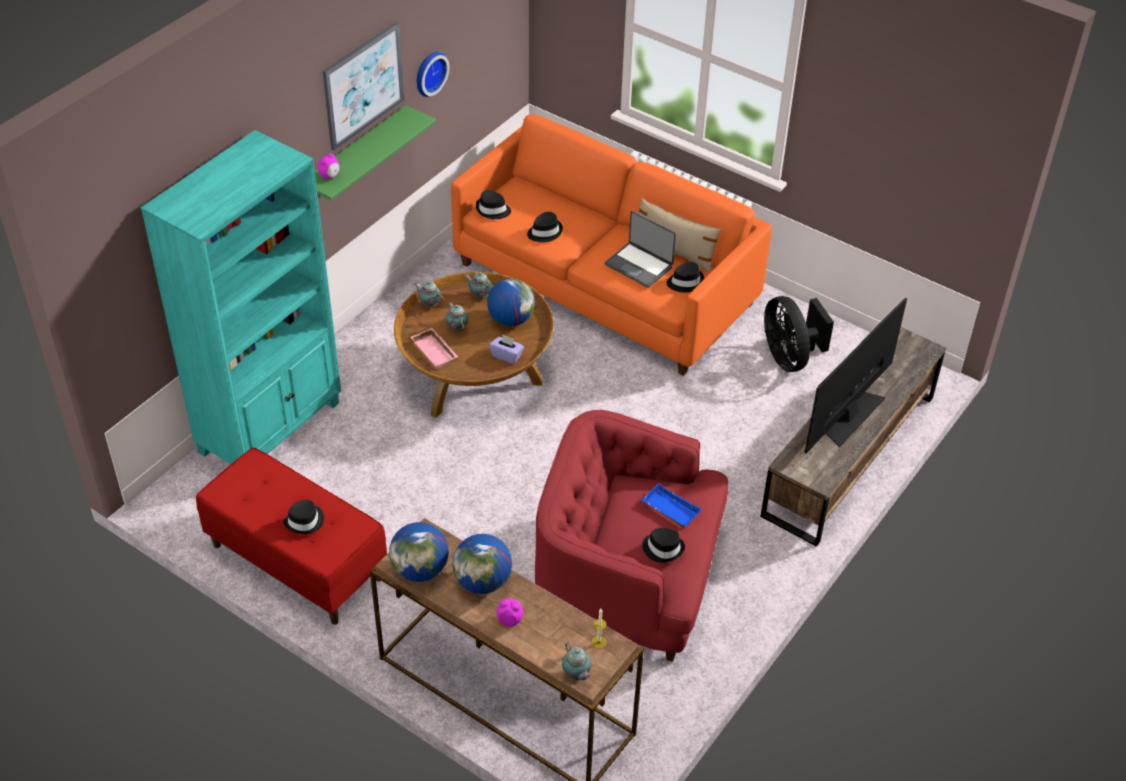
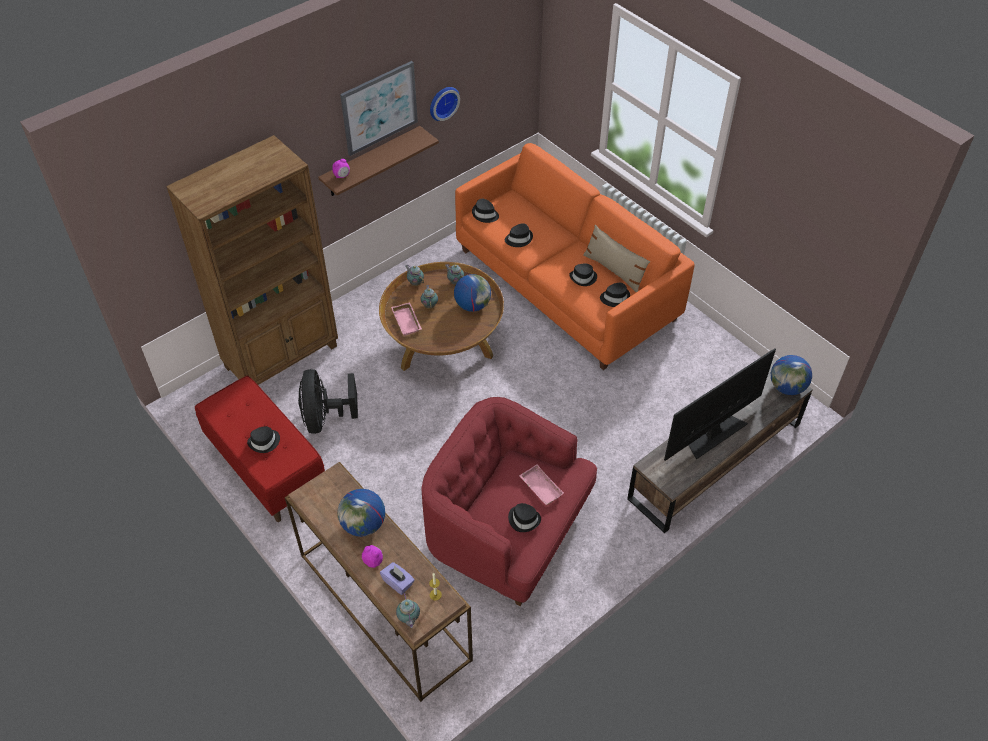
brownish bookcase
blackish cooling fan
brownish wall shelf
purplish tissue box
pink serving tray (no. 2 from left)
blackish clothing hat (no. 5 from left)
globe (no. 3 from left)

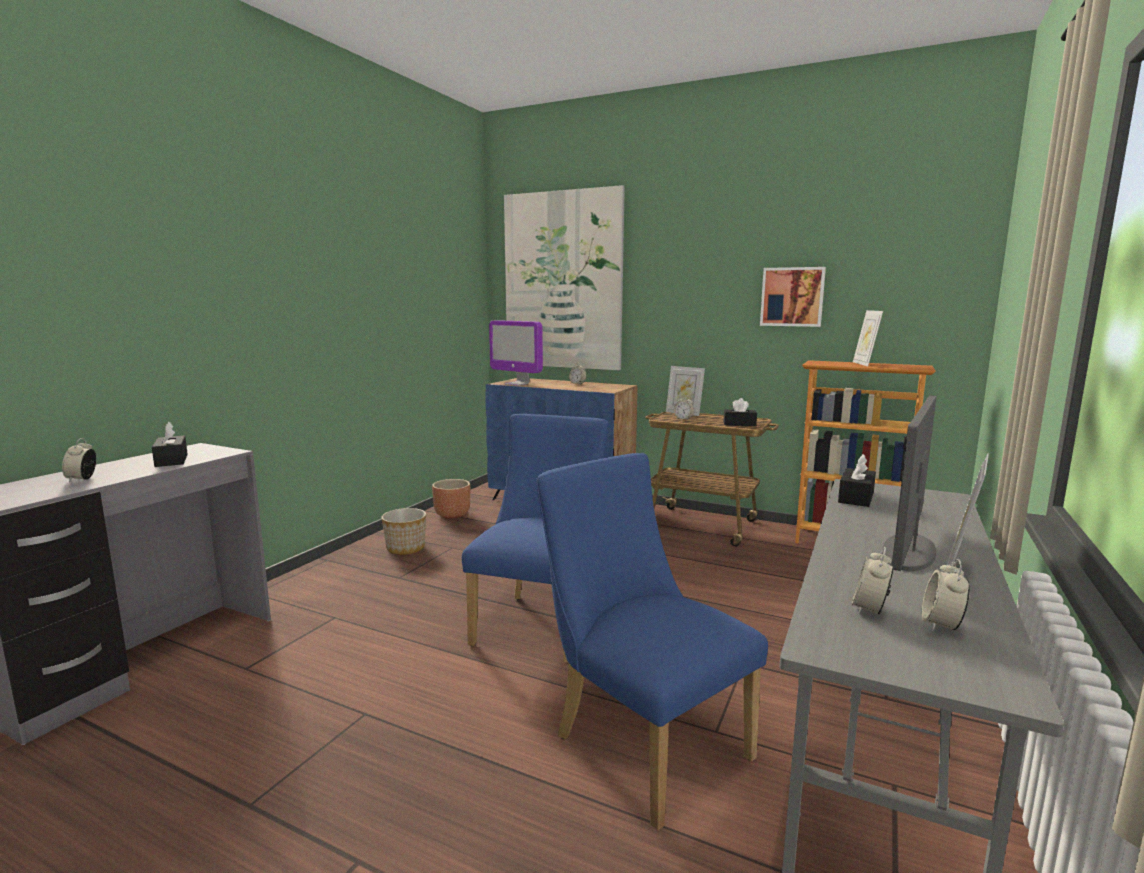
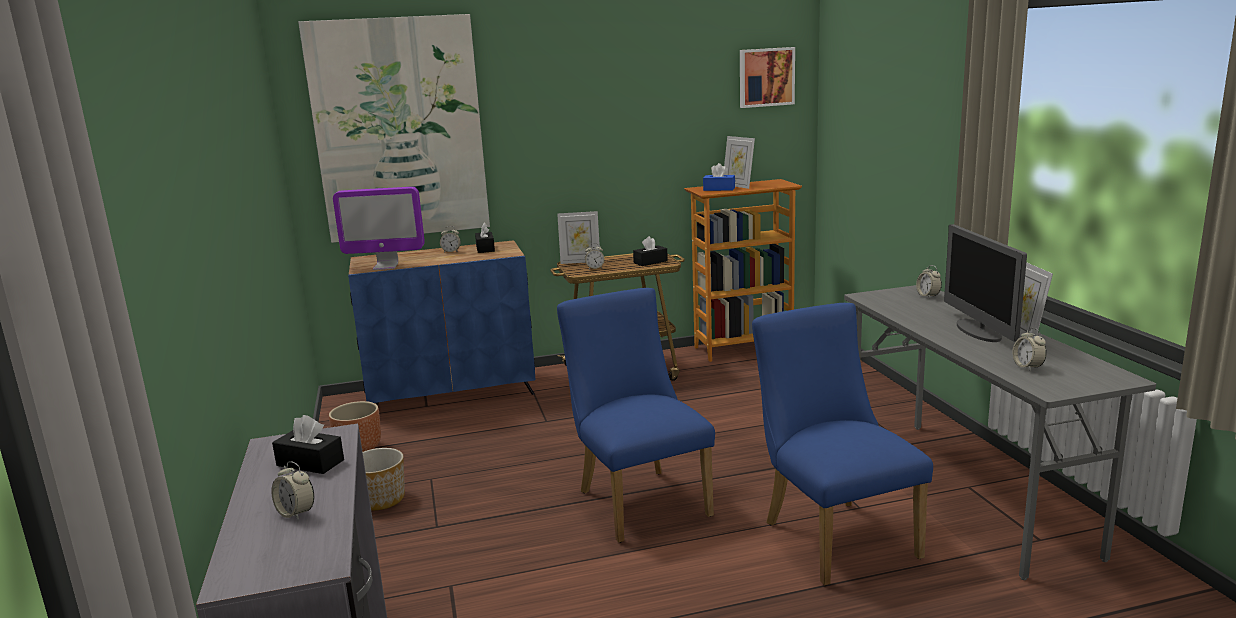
blackish tissue box (no. 2 from left)
blue-coloured tissue box
wall art (no. 2 from left)
blue-coloured chair (no. 2 from left)
table clock (no. 4 from left)

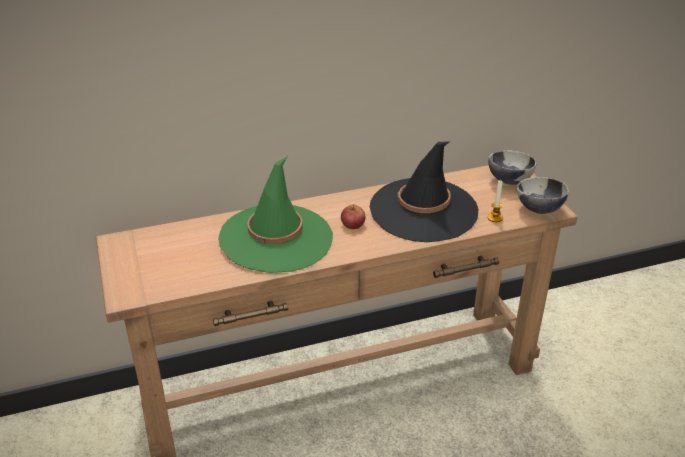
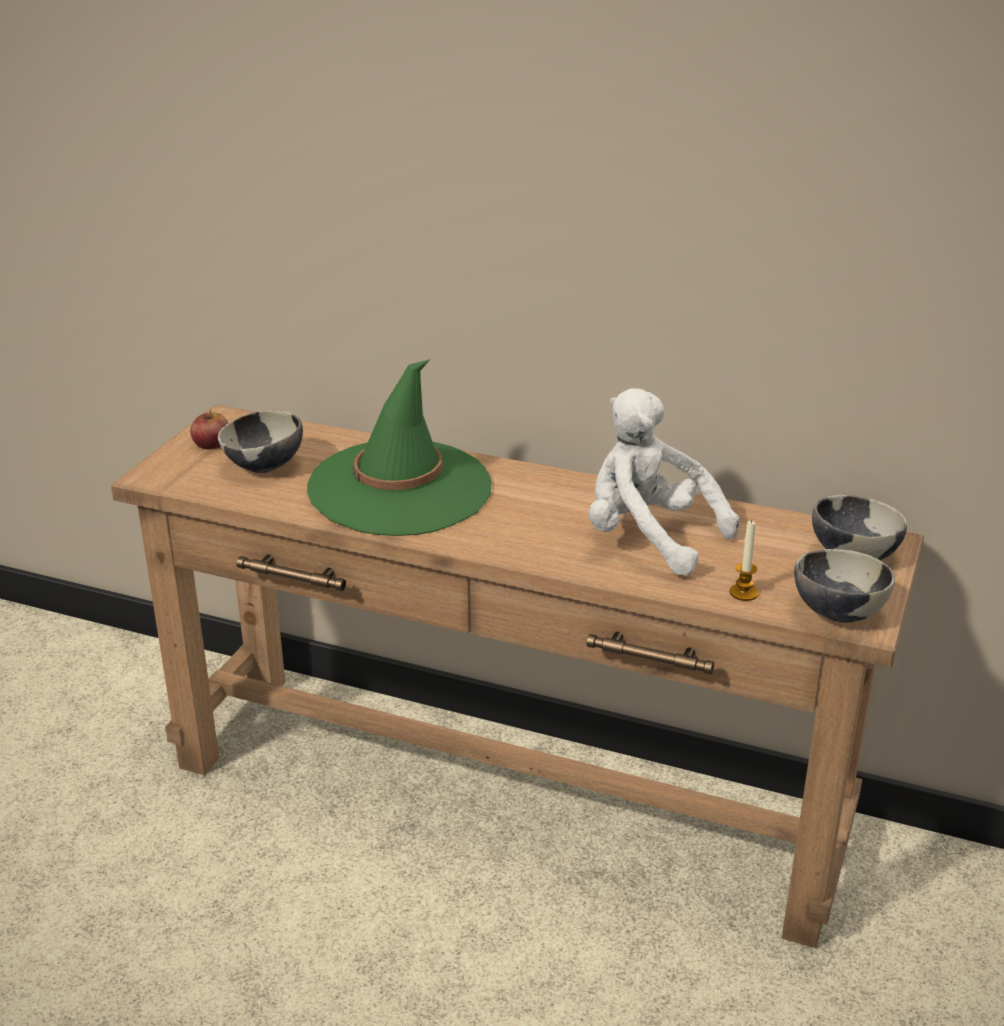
apple
serving bowl (no. 1 from left)
whitish cuddly toy

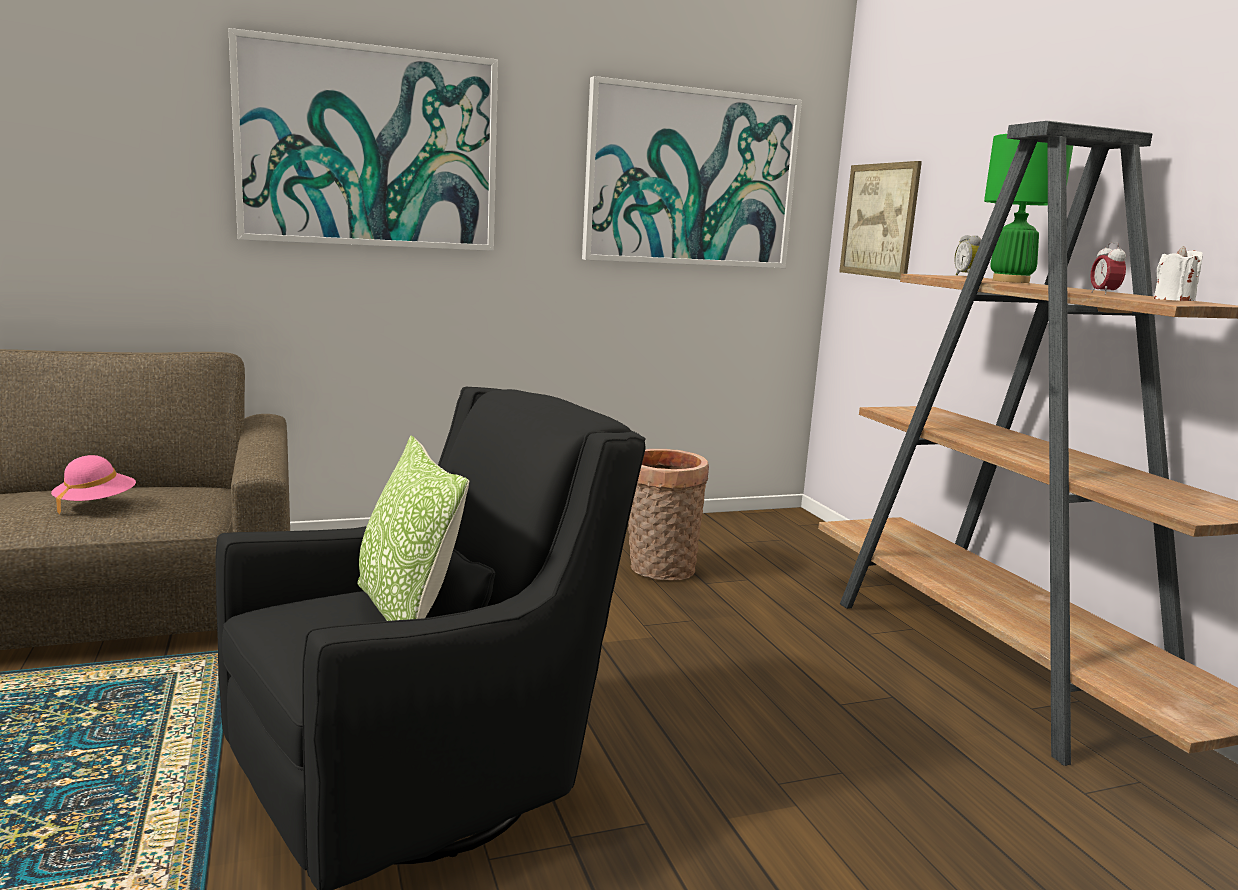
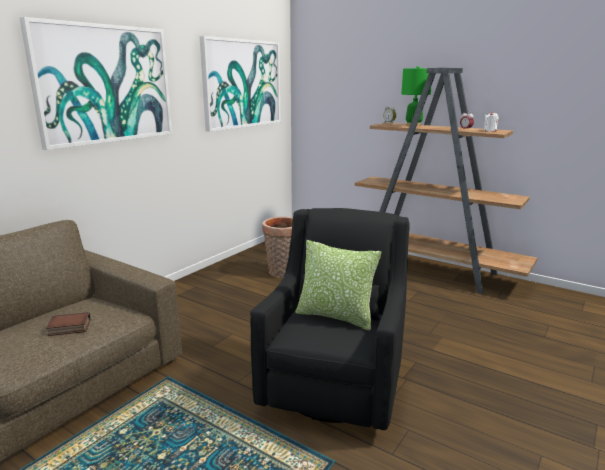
volume
wall art (no. 3 from left in the first image)

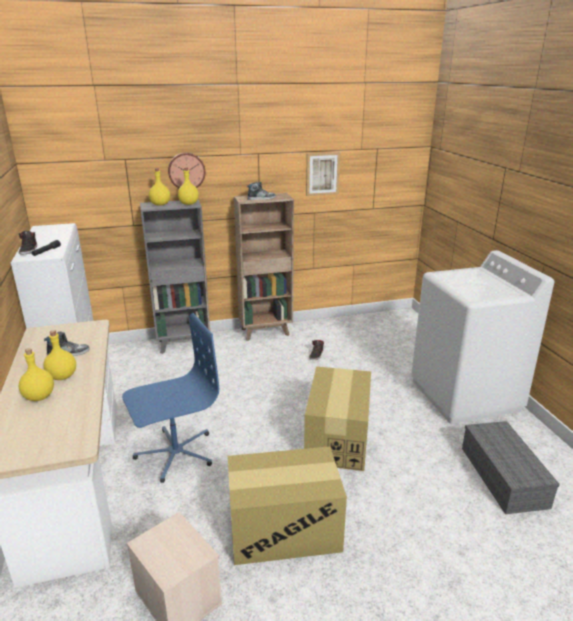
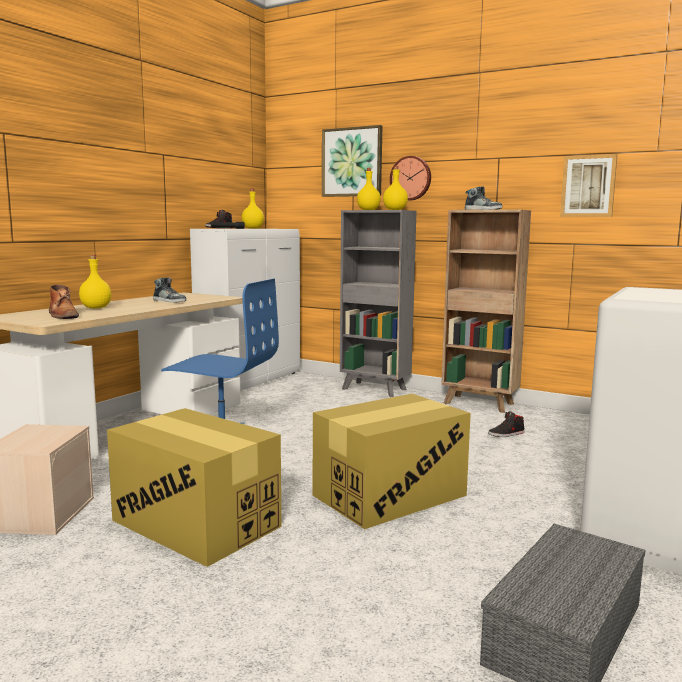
brownish tall boot
yellow-coloured bottle (no. 2 from left)
wall art (no. 1 from left)

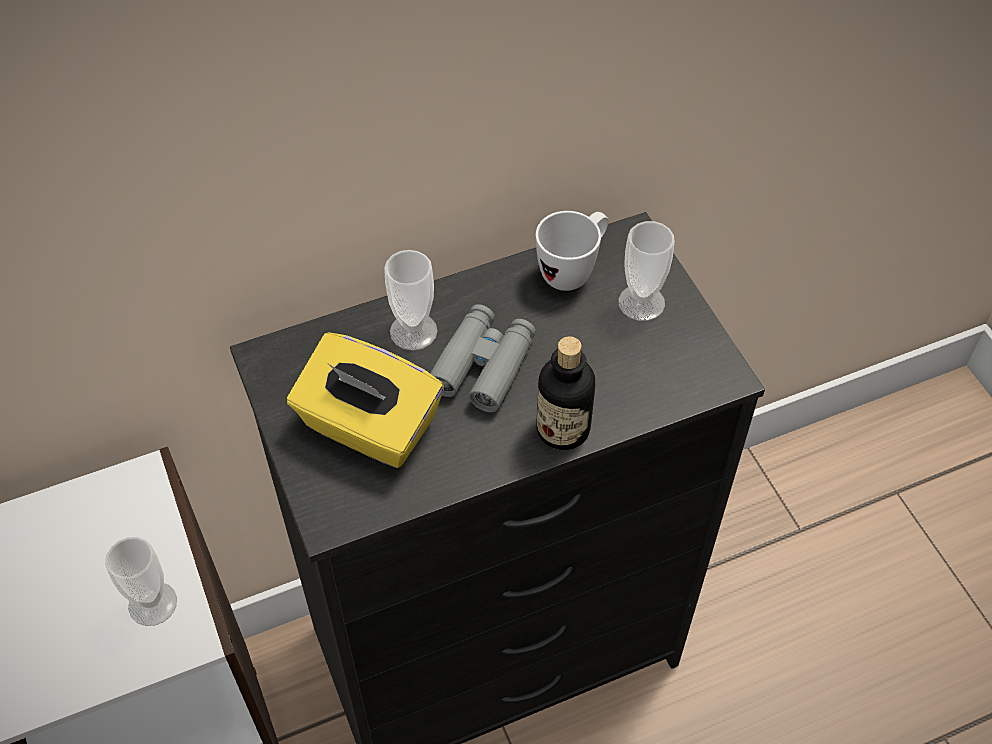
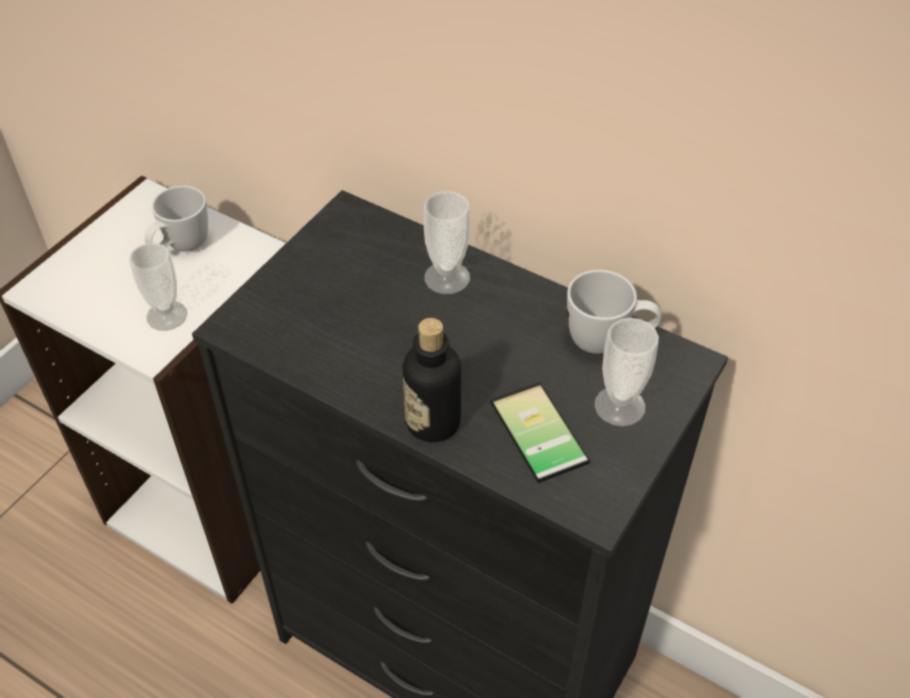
whitish coffee mug (no. 1 from left)
phone
yellow-coloured tissue box
gray binoculars

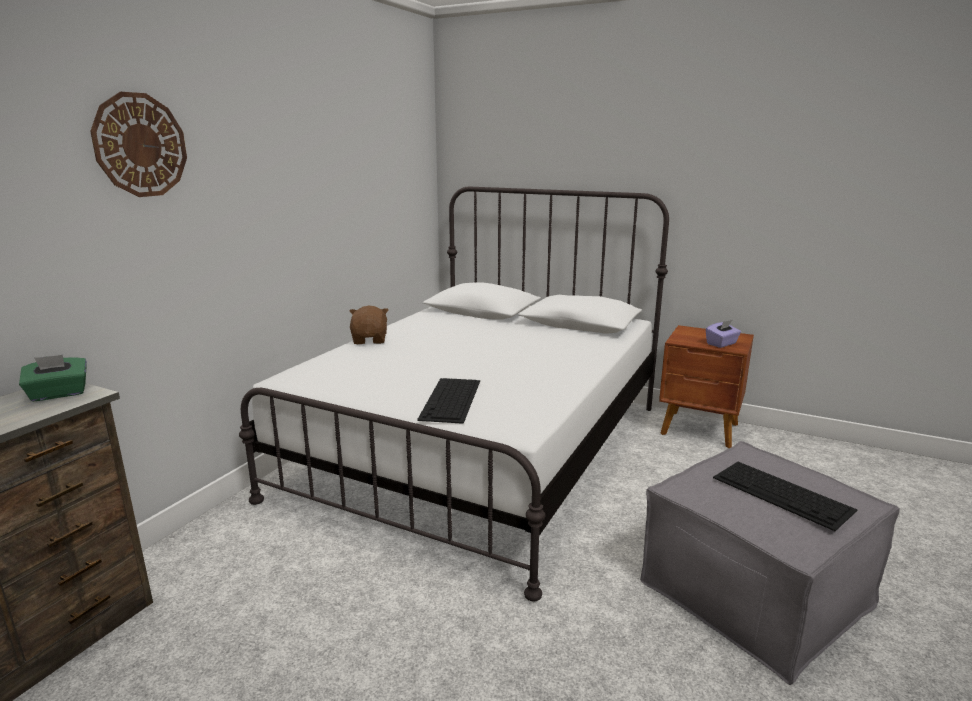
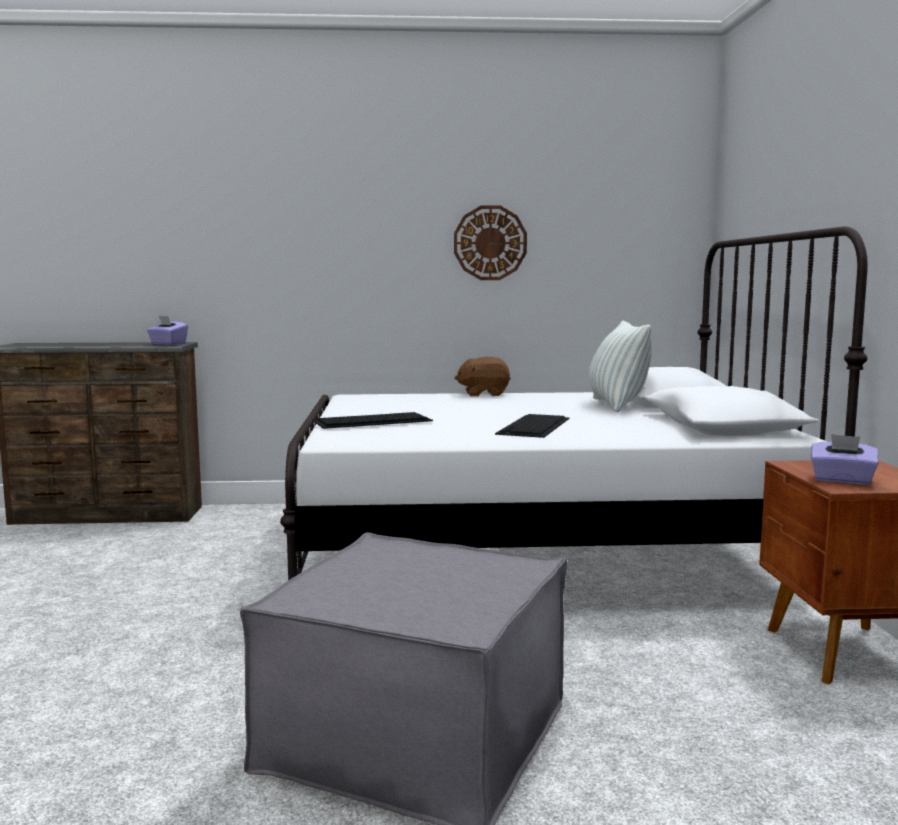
purplish tissue box (no. 1 from left)
hanging clock
brownish cuddly toy
keyboard (no. 2 from left)
throw pillow

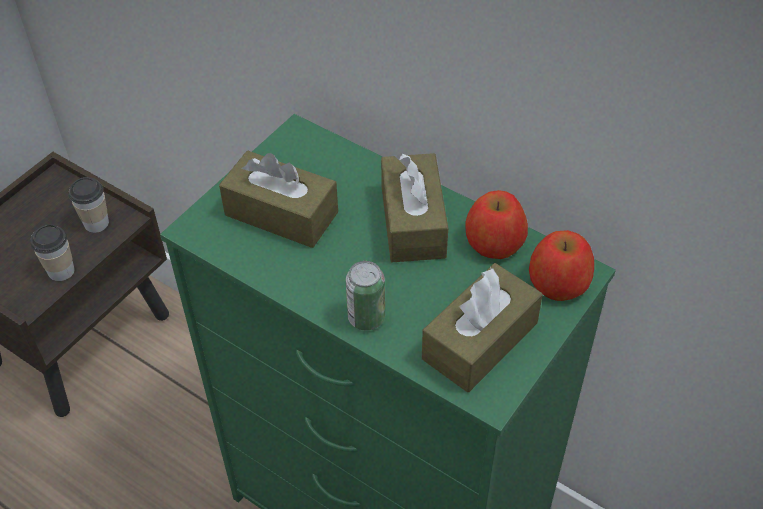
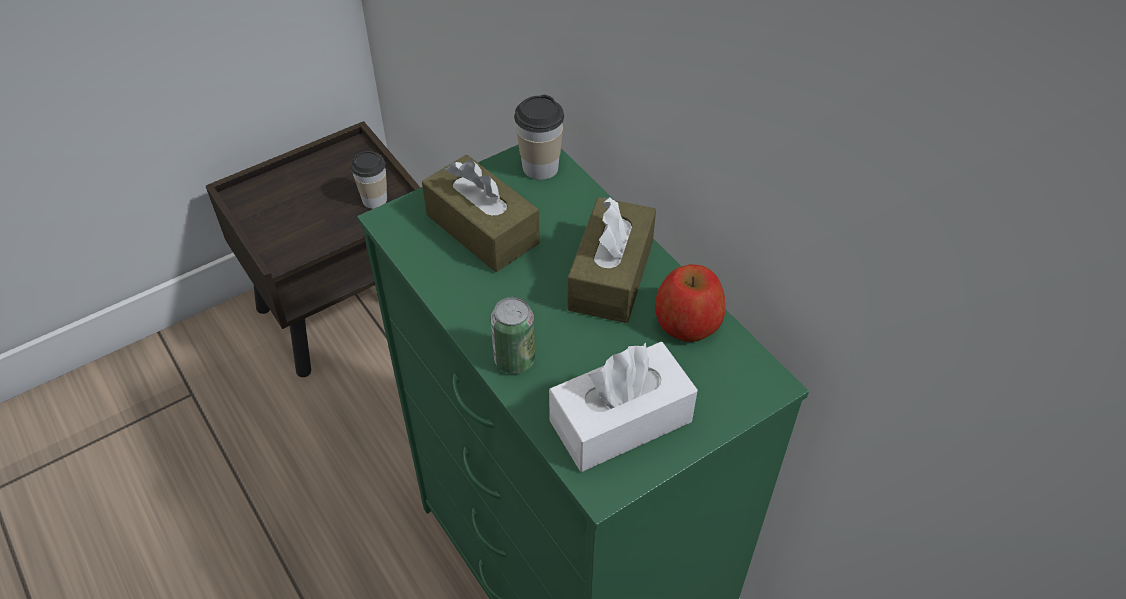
drinking cup (no. 2 from left)
whitish tissue box
apple (no. 2 from left in the first image)

